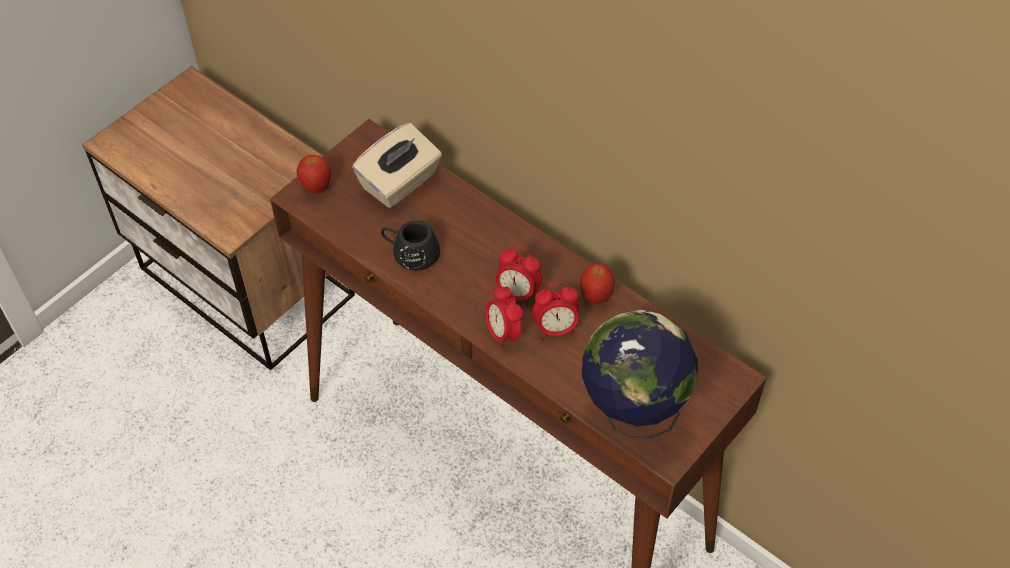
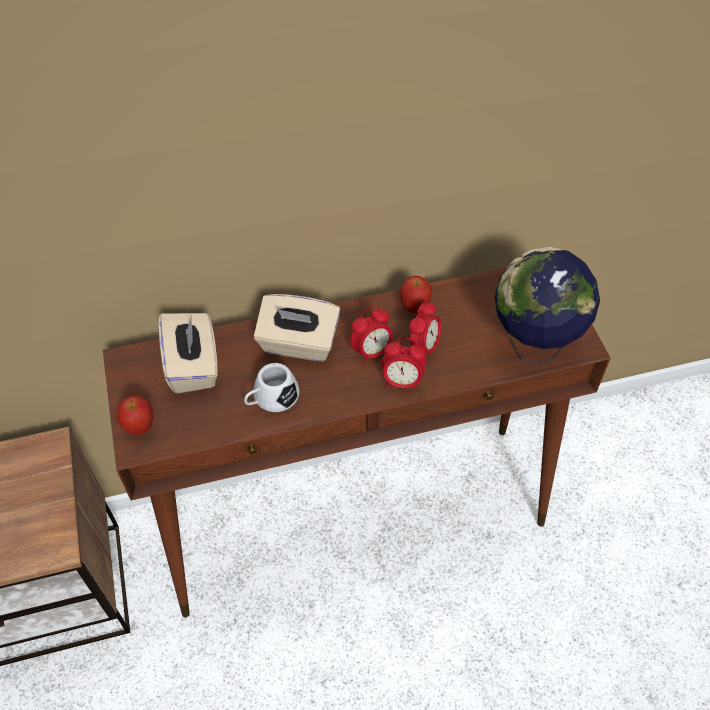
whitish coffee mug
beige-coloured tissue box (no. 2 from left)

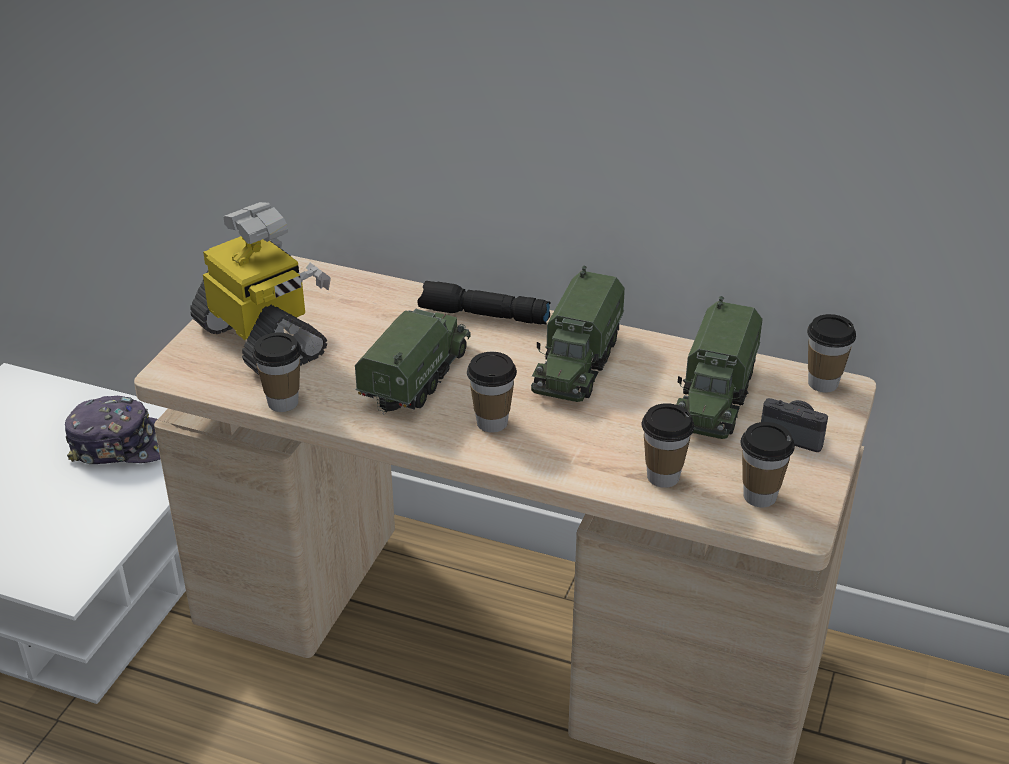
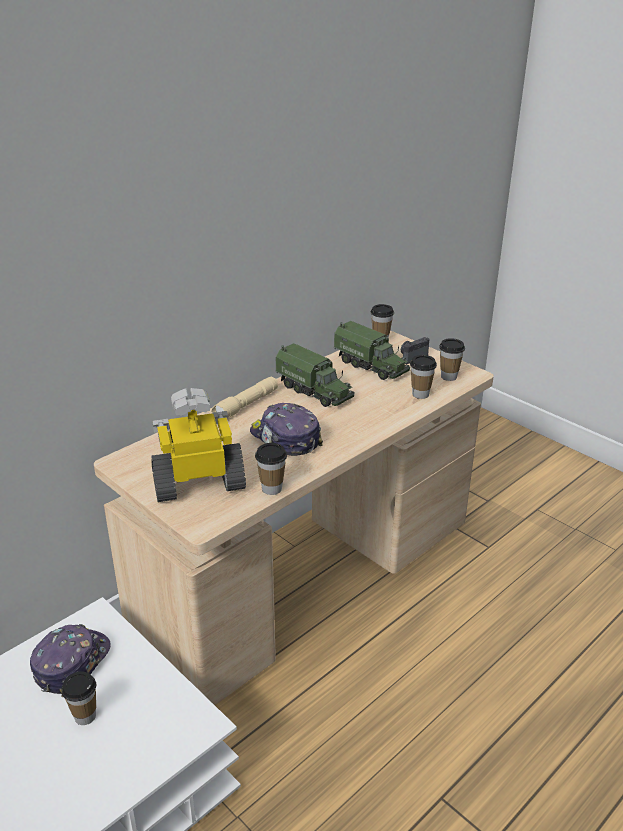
drinking cup (no. 1 from left)
beige-coloured hand torch
cap (no. 2 from left)

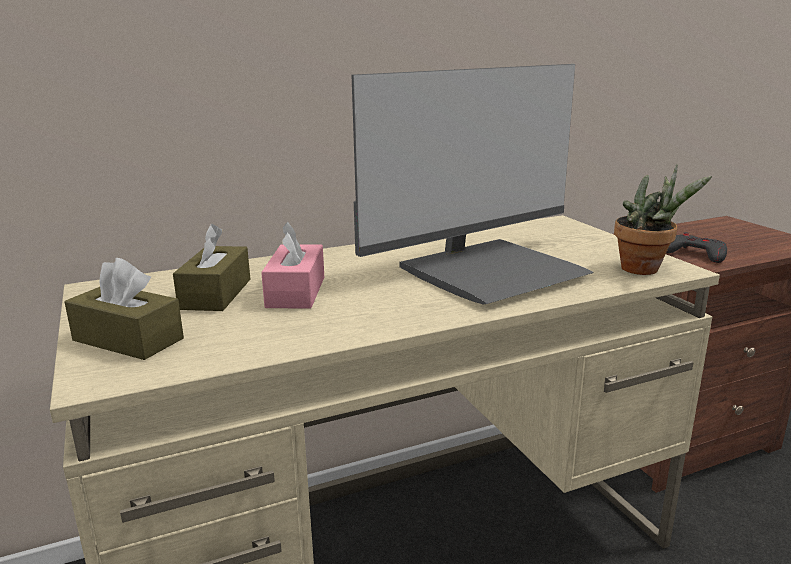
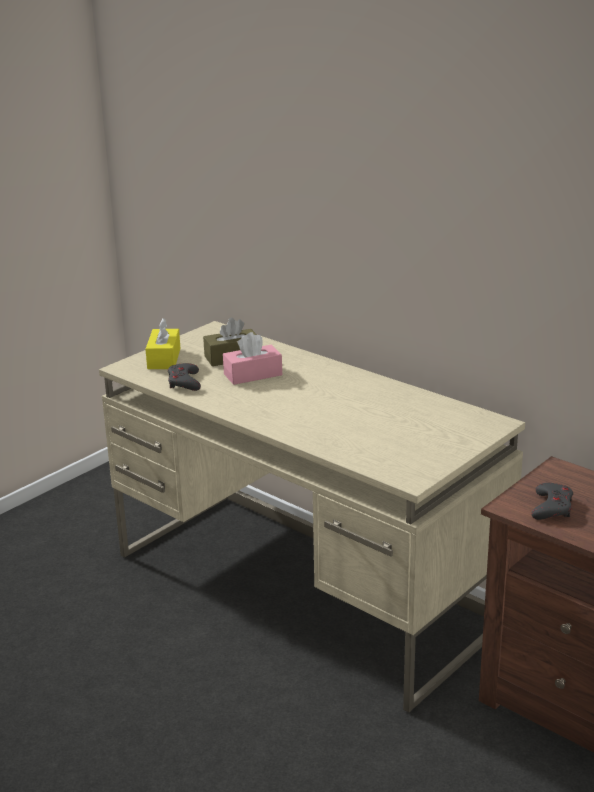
yellow-coloured tissue box
gray joypad (no. 1 from left)
computer screen
houseplant

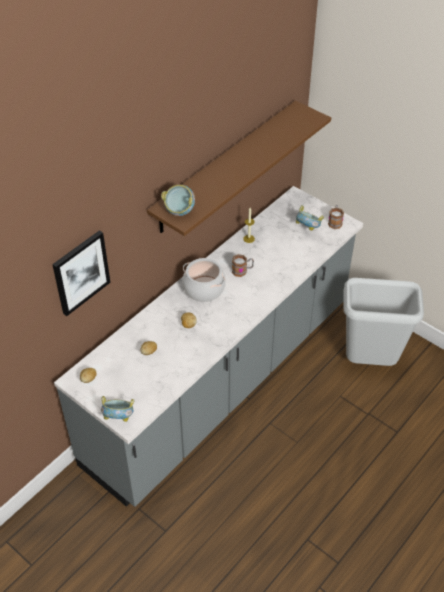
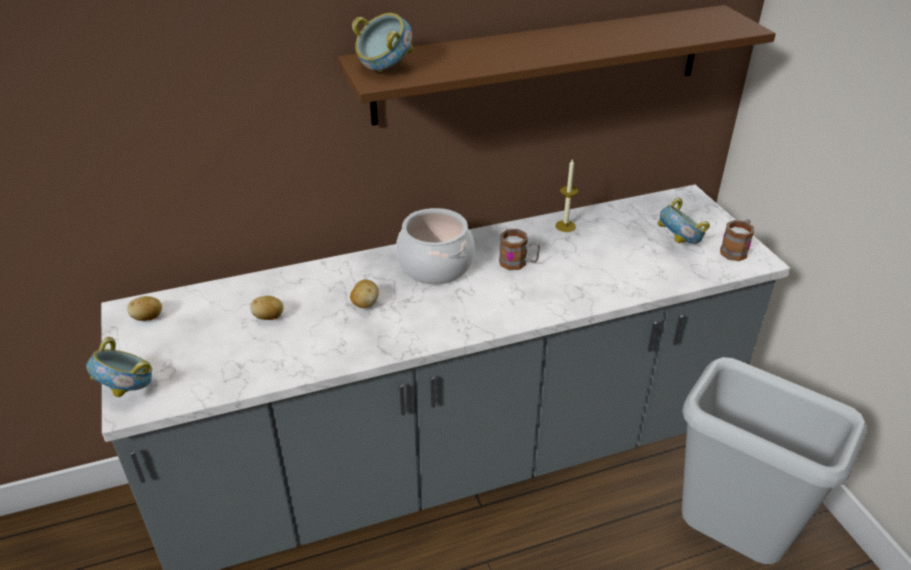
wall art

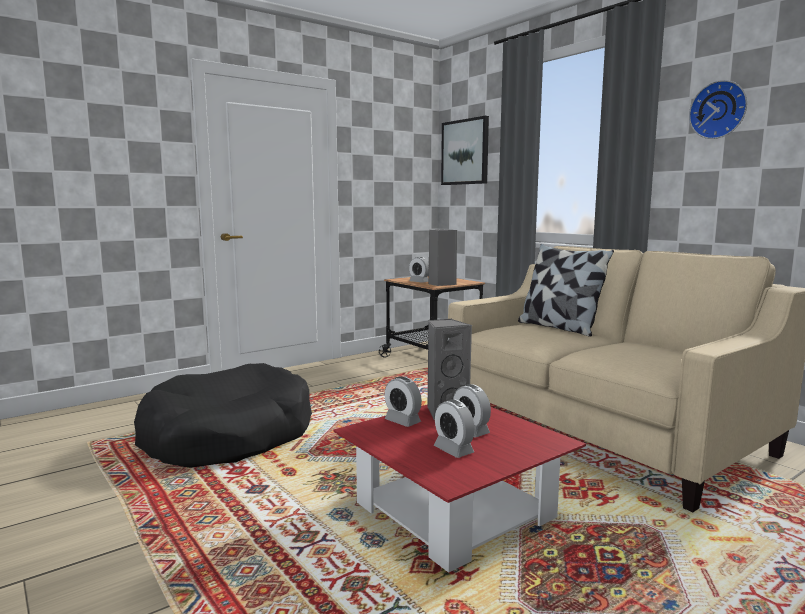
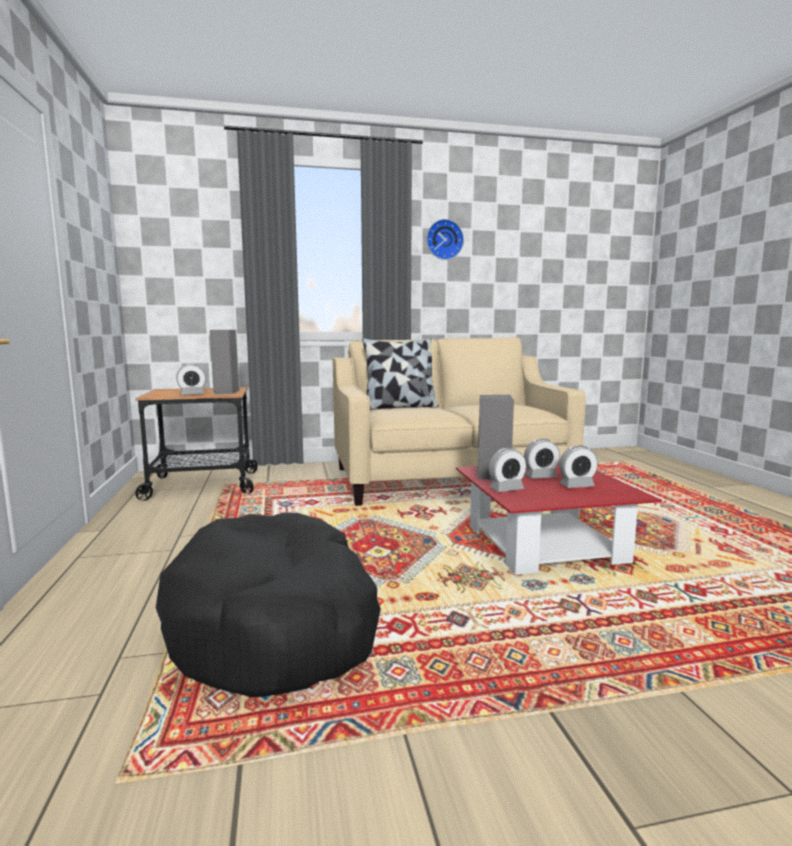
wall art

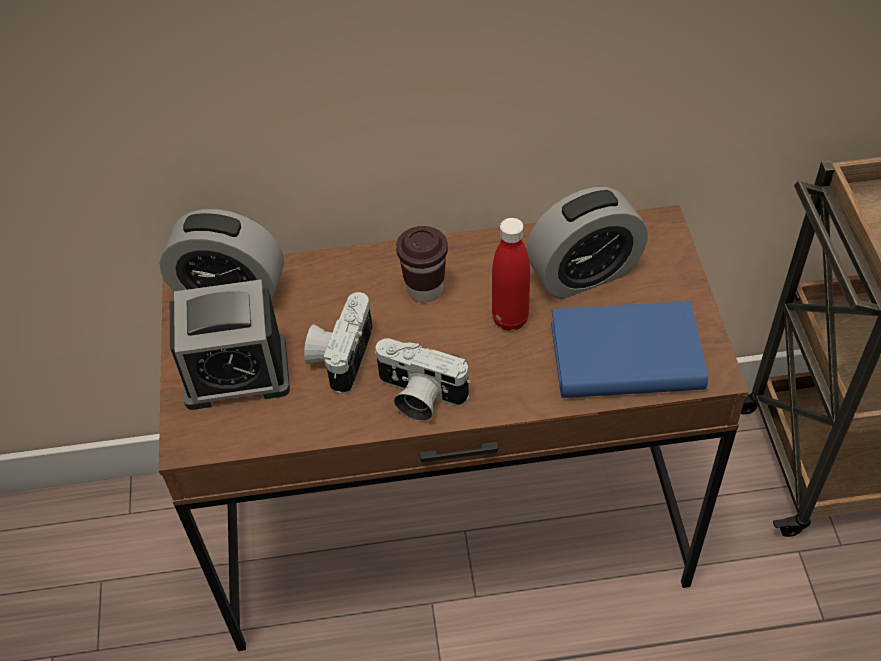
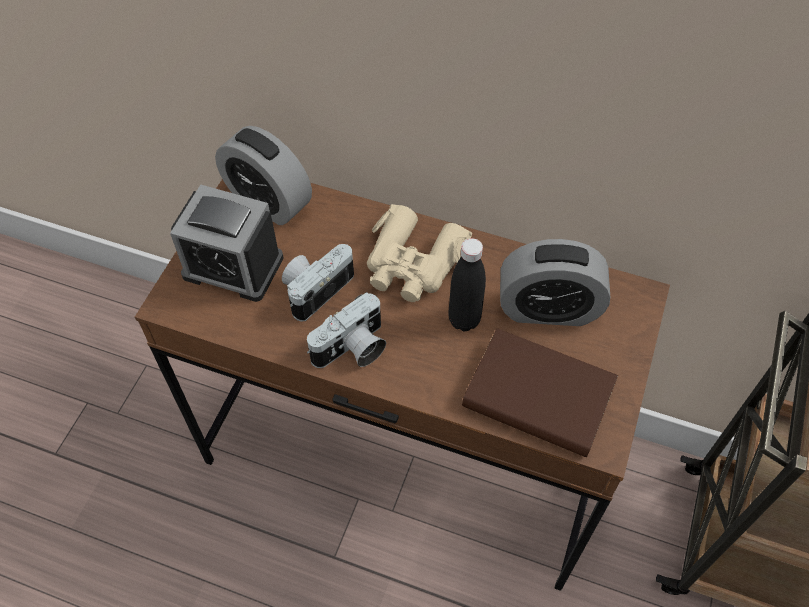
photo camera (no. 2 from left)
beige-coloured binoculars
blackish bottle
brownish volume

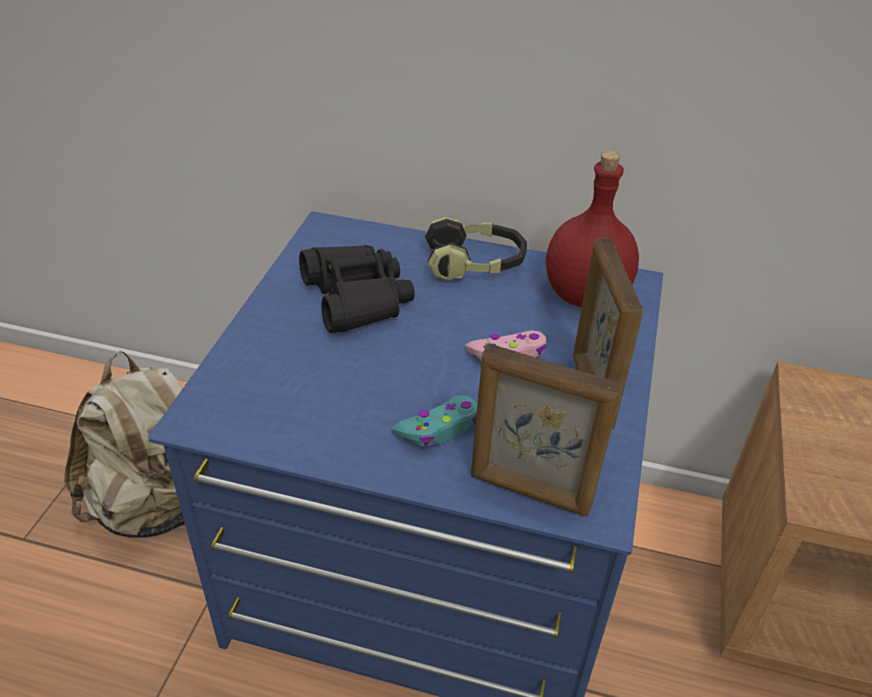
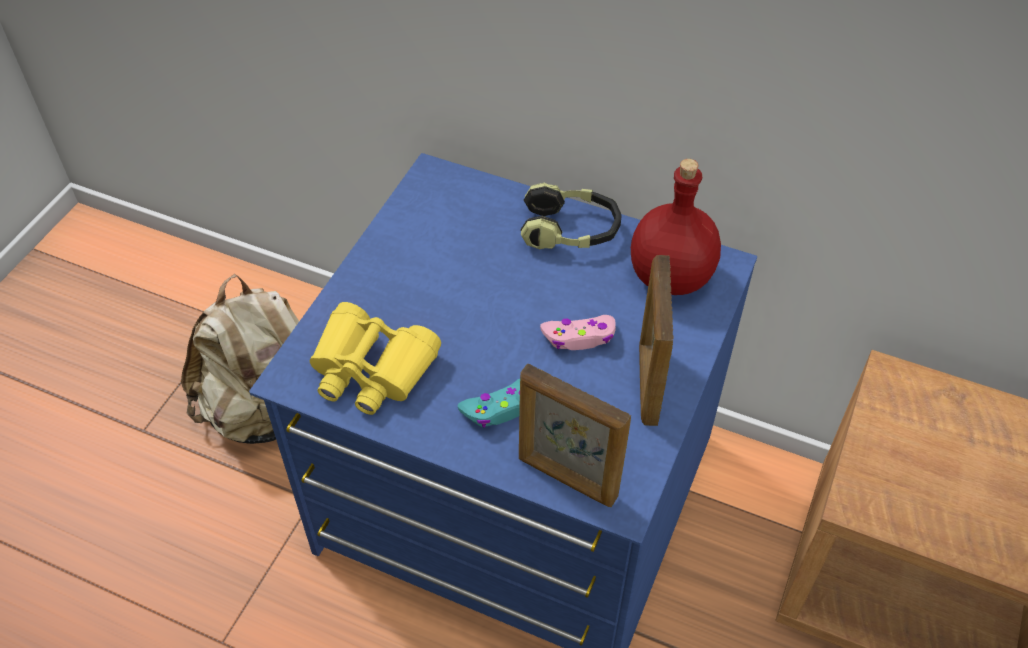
yellow-coloured binoculars
blackish binoculars

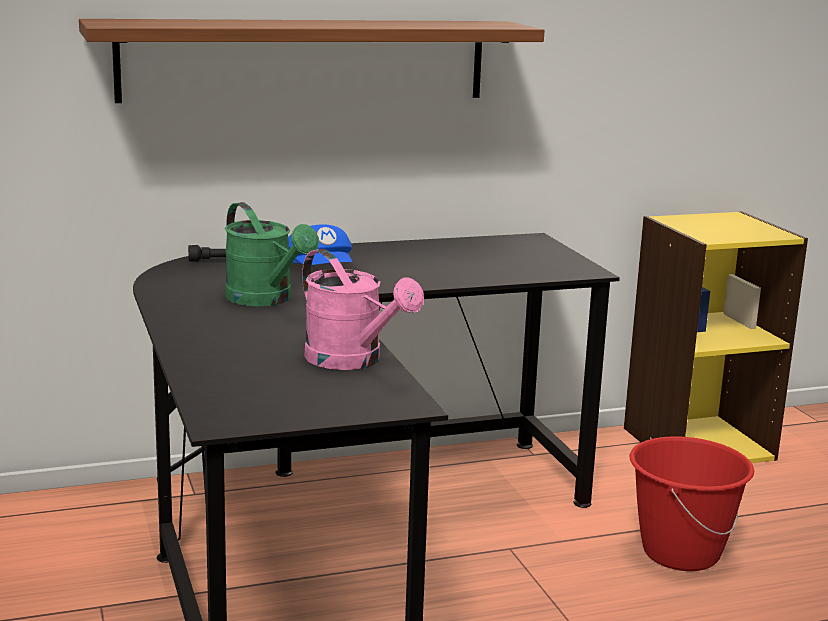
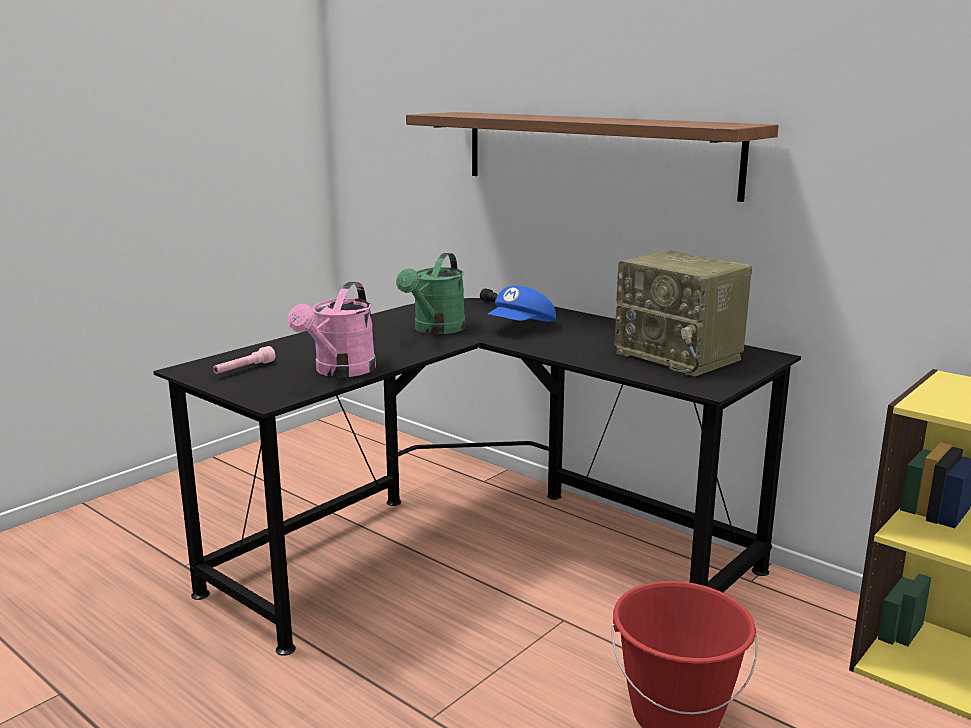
pink hand torch
radio

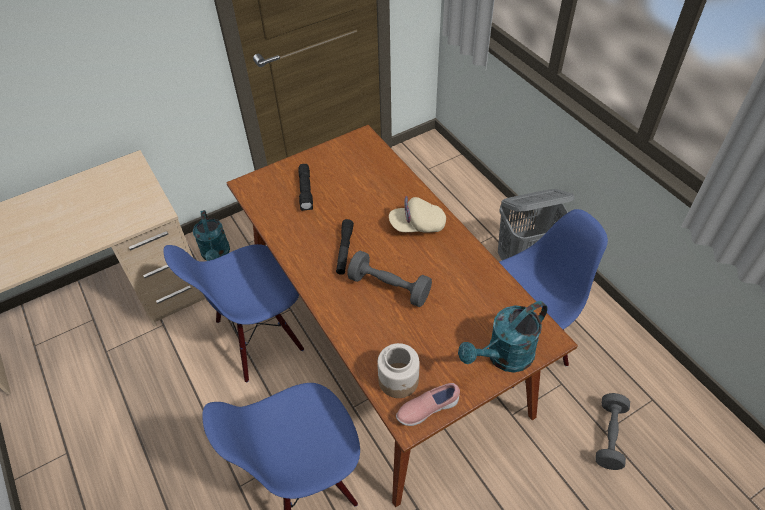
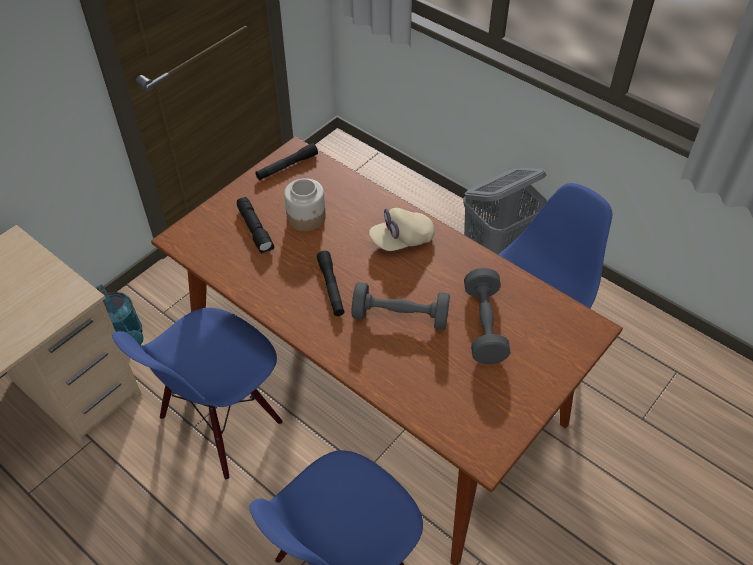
blackish hand torch (no. 2 from left)
preserve jar
gray hand weight (no. 2 from left)
pink item of footwear
blue-green sprinkling can (no. 2 from left in the first image)

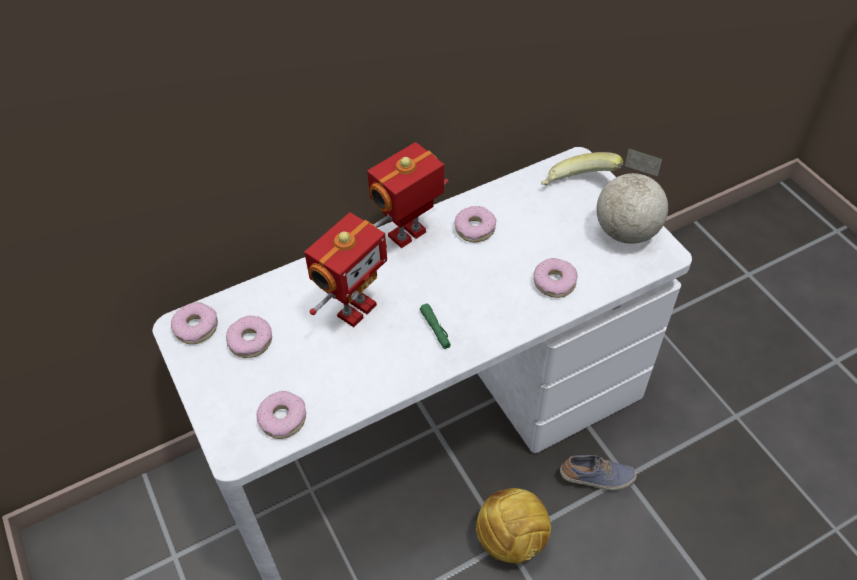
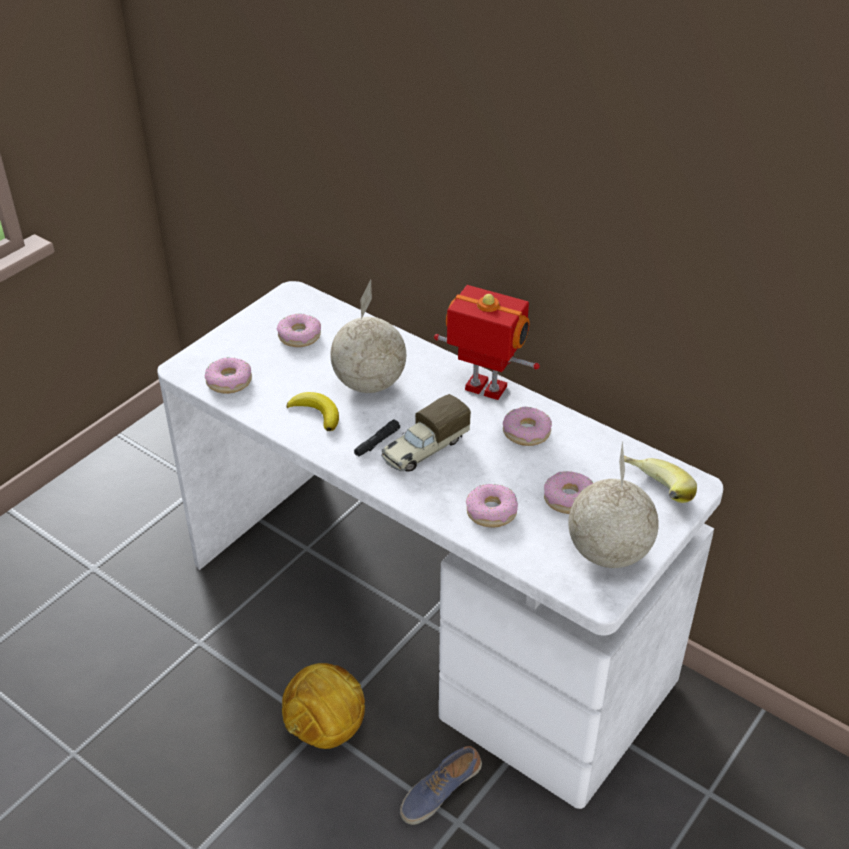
banana fruit (no. 1 from left)
globe (no. 1 from left)
blackish hand torch
model truck
item of footwear
ring doughnut (no. 5 from left)

